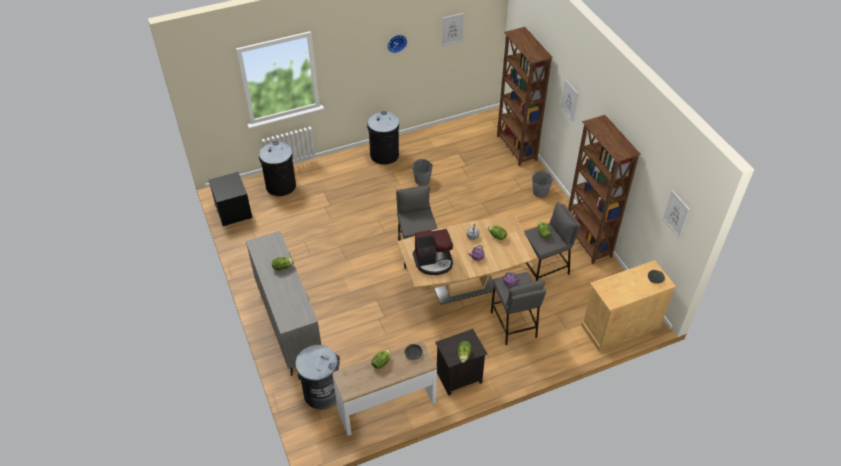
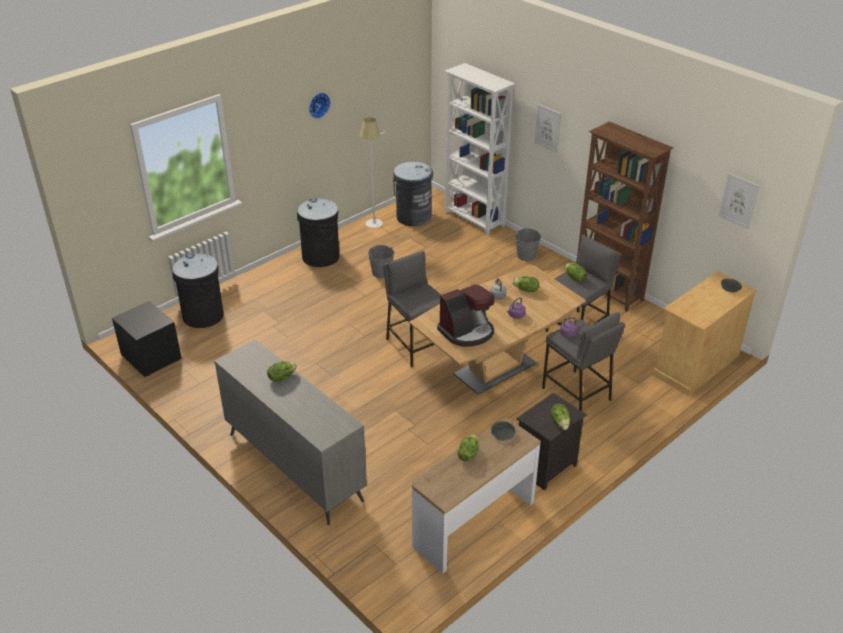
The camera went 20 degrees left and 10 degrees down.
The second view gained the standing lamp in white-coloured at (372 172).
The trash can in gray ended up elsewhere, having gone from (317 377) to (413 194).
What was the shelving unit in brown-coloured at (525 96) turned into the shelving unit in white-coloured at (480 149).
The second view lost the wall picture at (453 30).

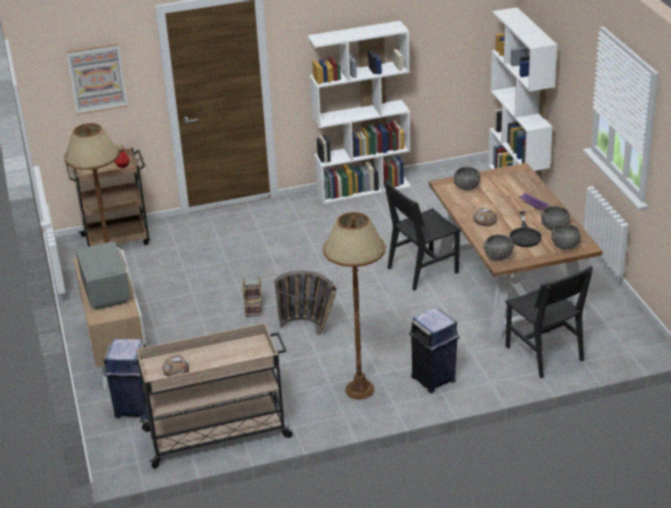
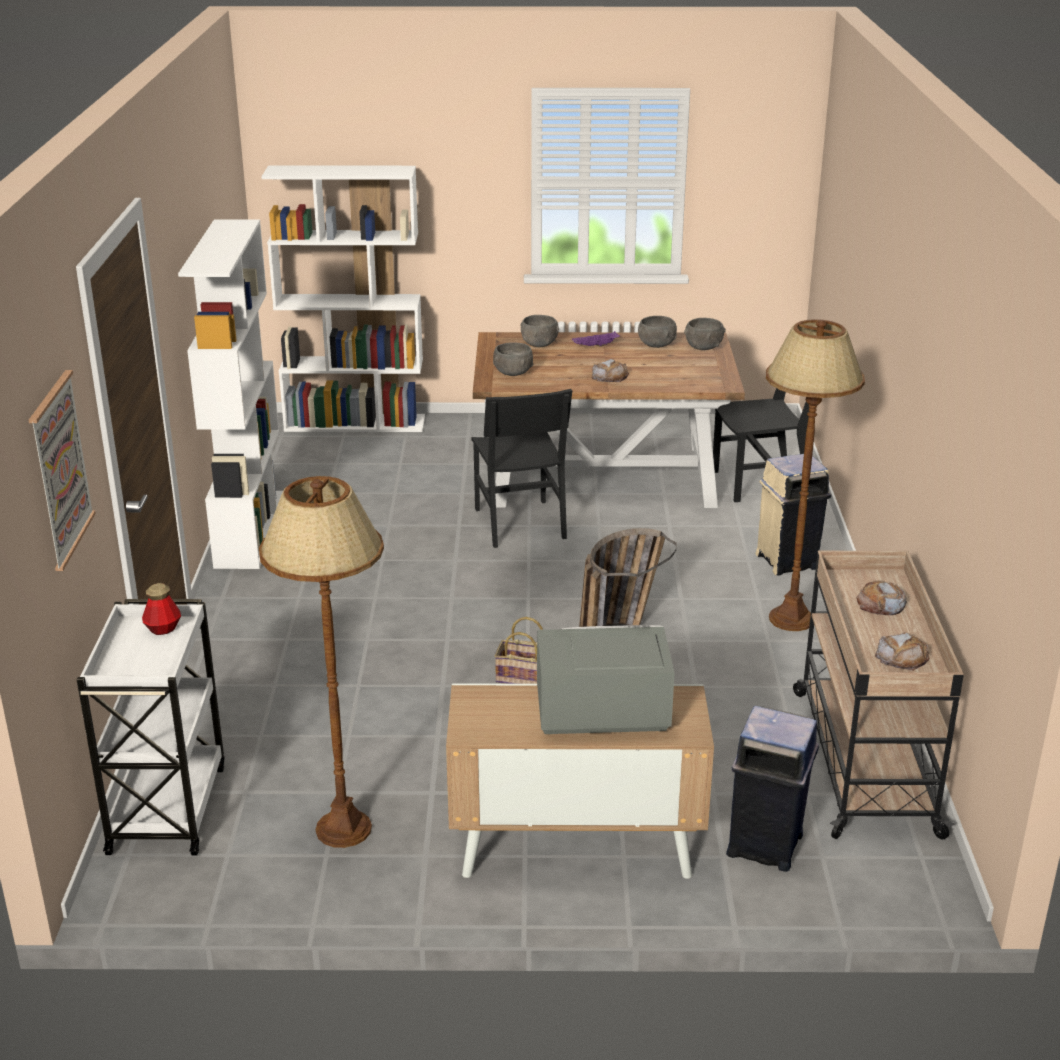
The camera went 75 degrees left and 5 degrees down.
What was the trolley in brown-coloured at (108 197) turned into the trolley in white-coloured at (151 727).
The serving bowl in gray ended up elsewhere, having gone from (499 247) to (540 331).
What was the trash can in bluish at (434 350) turned into the trash can in beige at (793 515).
The second view gained the baked bread at (881 598).
The second view lost the pan in black at (525 229).

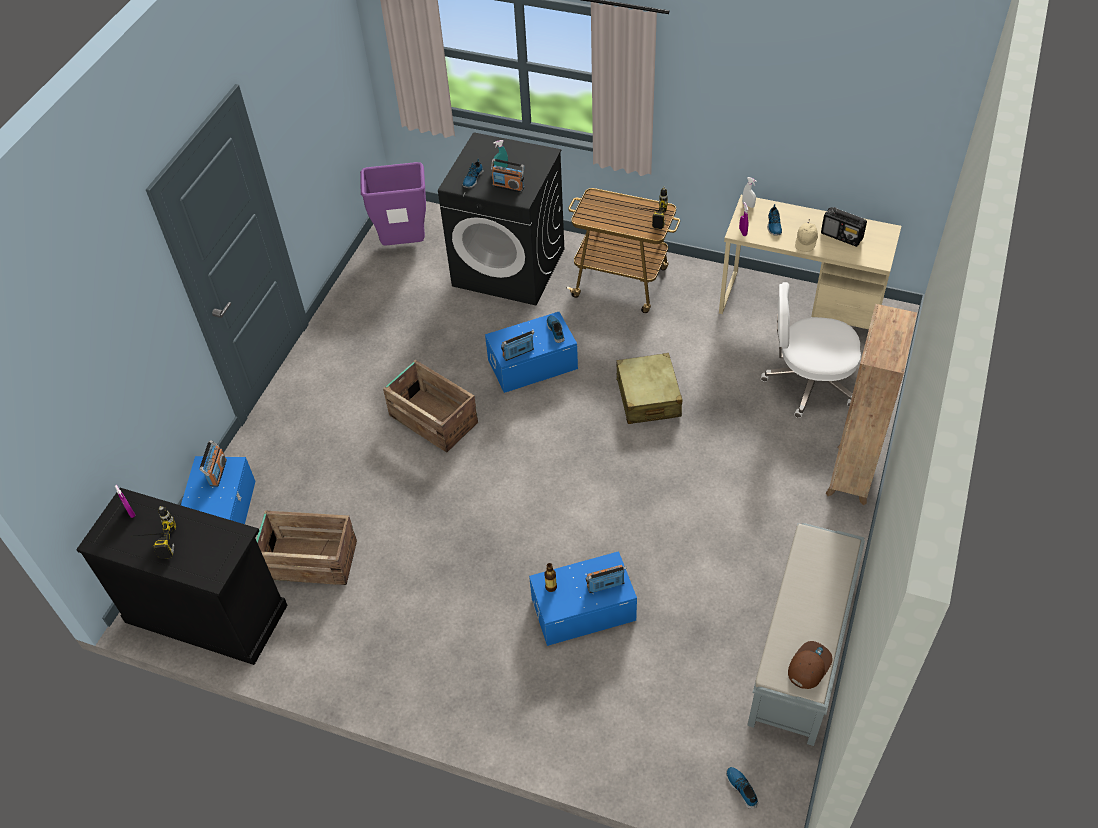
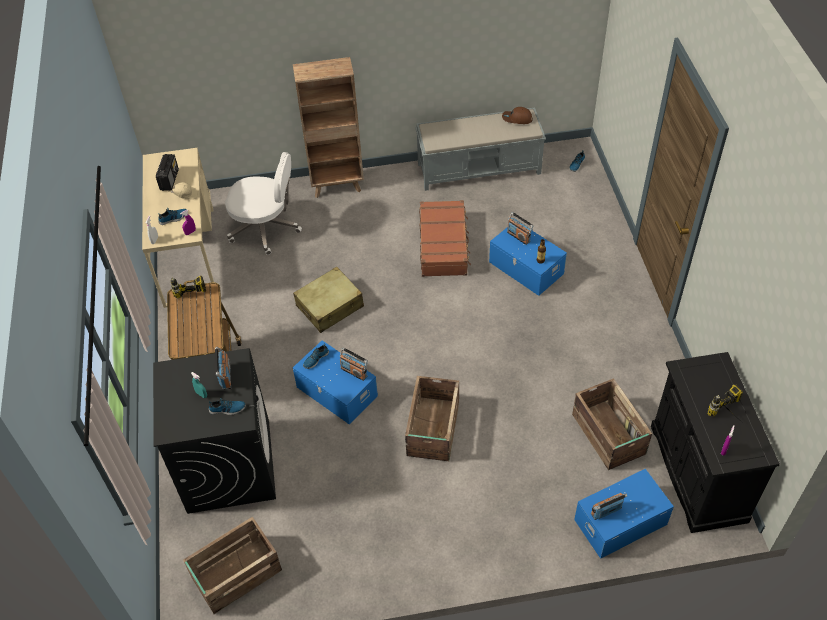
The camera went 120 degrees left and 0 degrees up.
Where the trash can in purple-coloured stood at (393 204), the shipping crate came to stand at (232 565).
The office chair in white-coloured at (811 350) ended up facing another way, 60 degrees counterclockwise from before.
The second view gained the travel case in brown-coloured at (445 238).

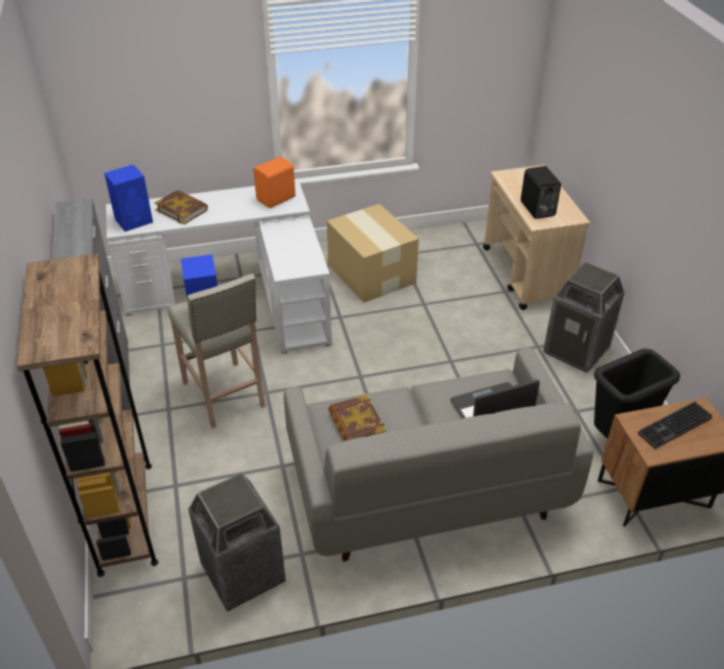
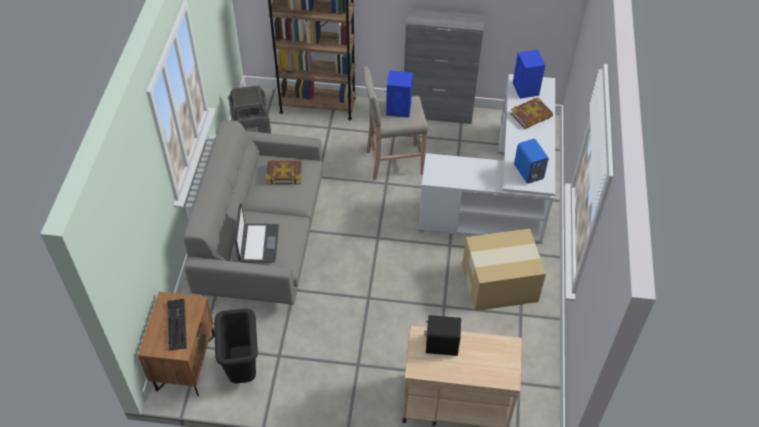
The camera went 110 degrees right and 10 degrees up.
What was the audio speaker in orangey at (274 182) turned into the audio speaker in bluish at (531 161).
The second view lost the trash can at (584 317).

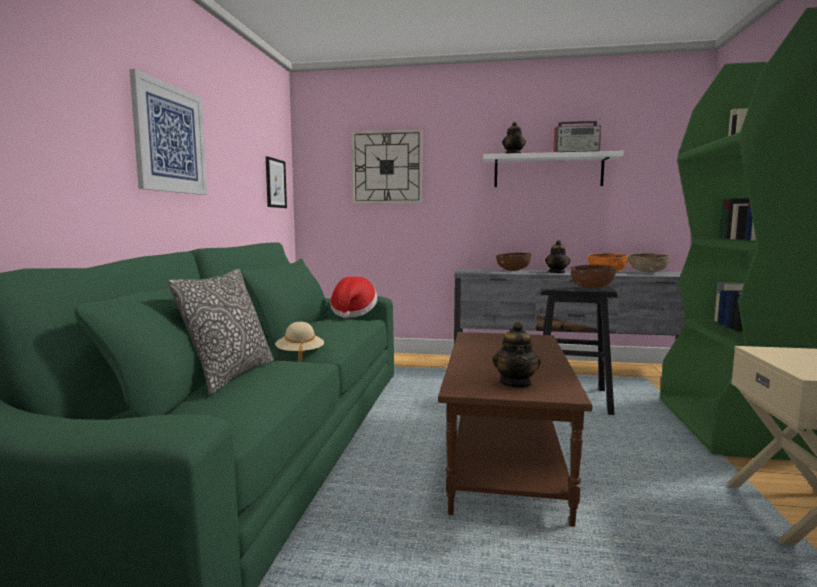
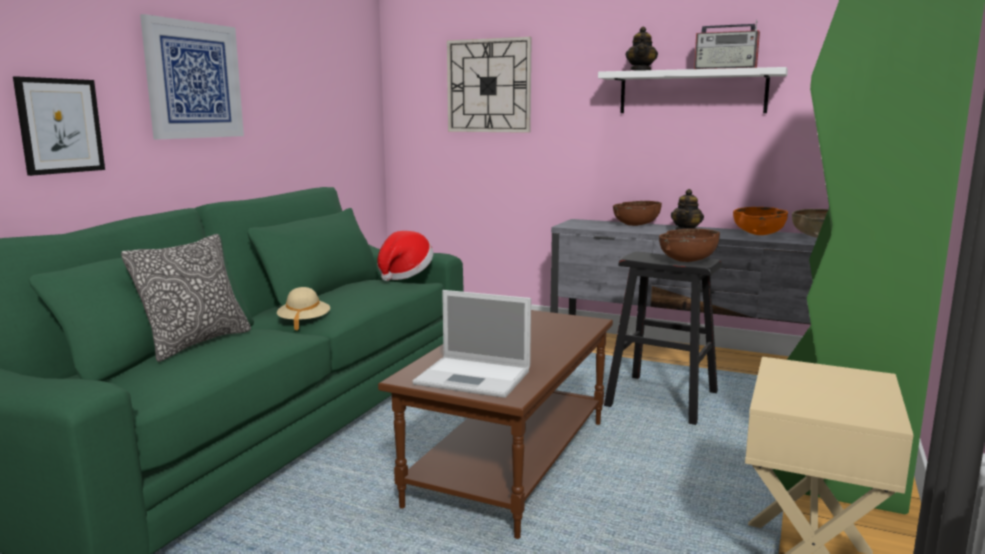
The camera went 15 degrees right and 5 degrees up.
The wall picture ended up elsewhere, having gone from (276 182) to (59 126).
Where the pot for tea stood at (516 355), the notebook computer came to stand at (472 344).

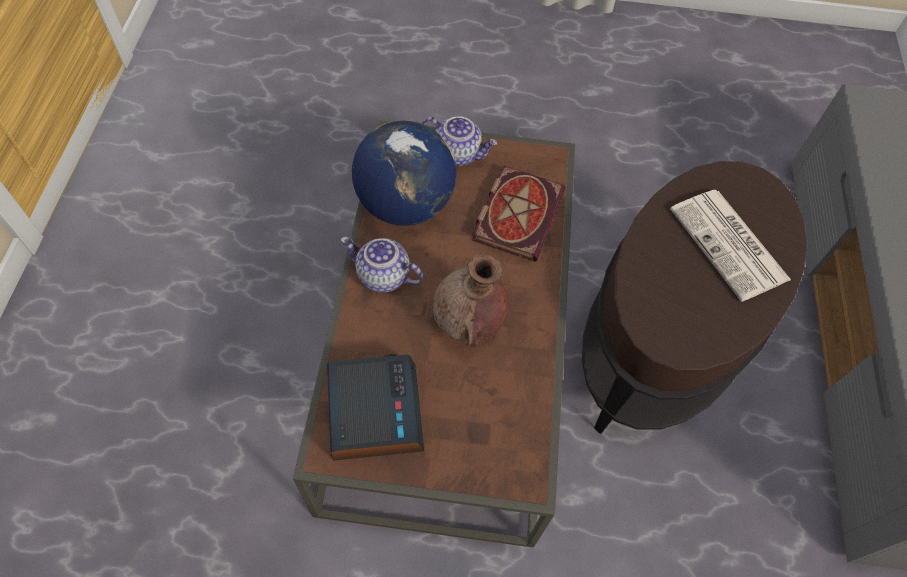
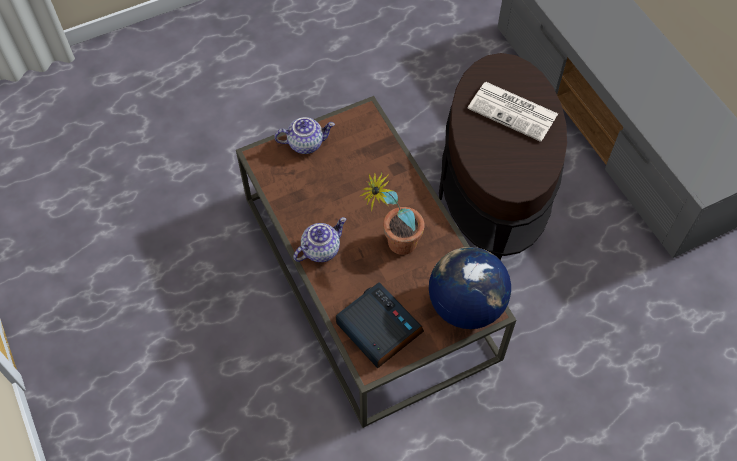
The camera went 30 degrees left and 0 degrees up.
The pot for tea at (382 265) ended up facing another way, 150 degrees clockwise from before.
Where the decorative vase in brown-coloured stood at (471 300), the potted plant came to stand at (392 213).
The world globe ended up elsewhere, having gone from (404 173) to (470 288).
The second view lost the book at (519 214).

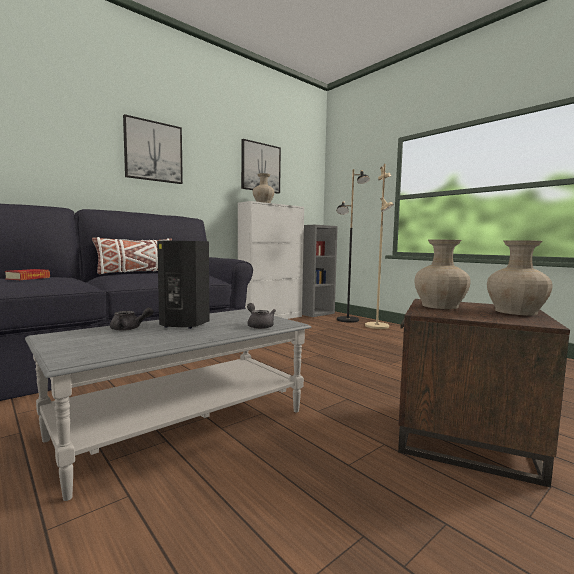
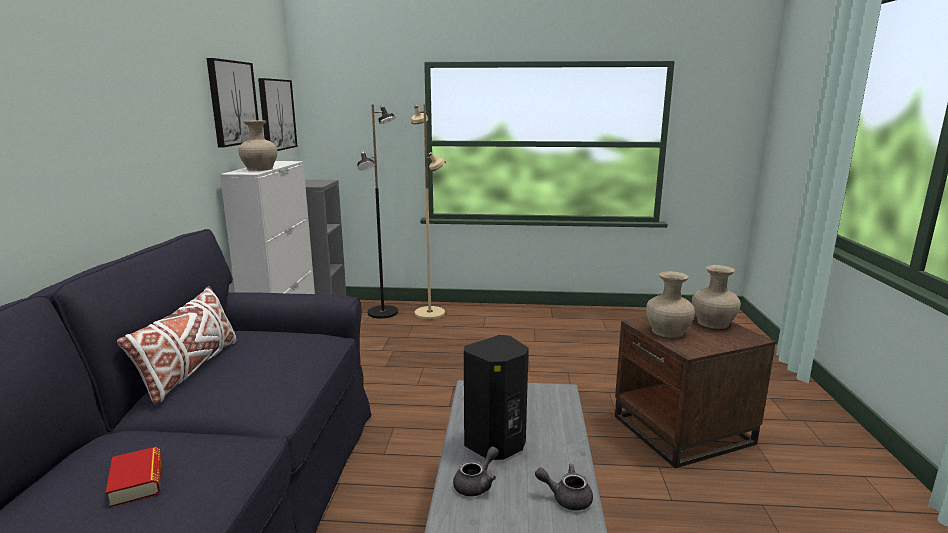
The camera went 45 degrees left and 10 degrees up.
The wall picture ended up elsewhere, having gone from (153 149) to (278 114).
The pot for tea in gray ended up elsewhere, having gone from (261 316) to (564 487).

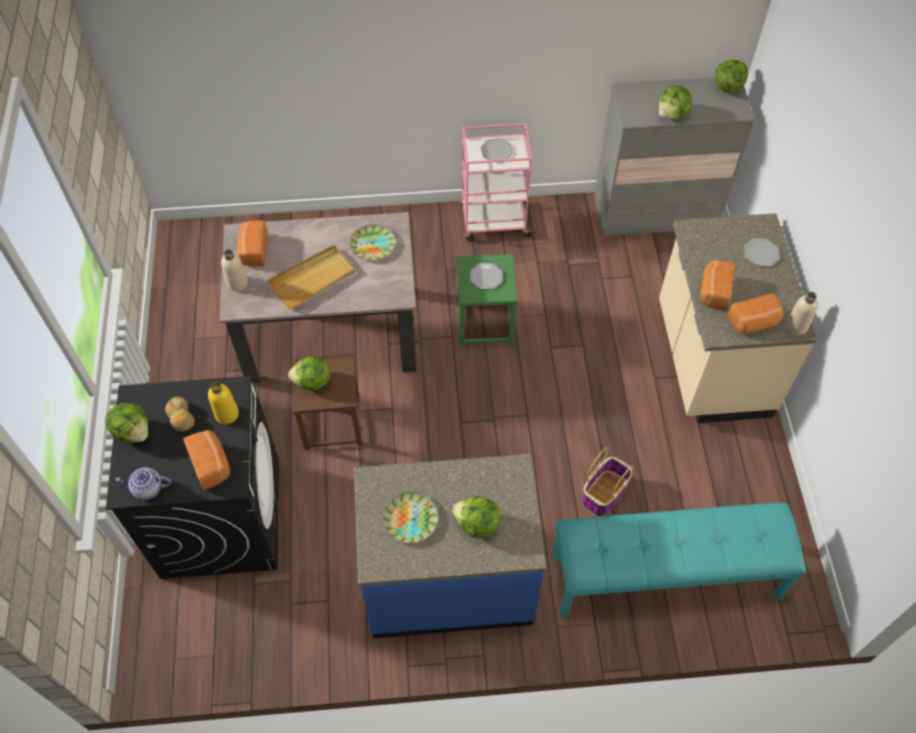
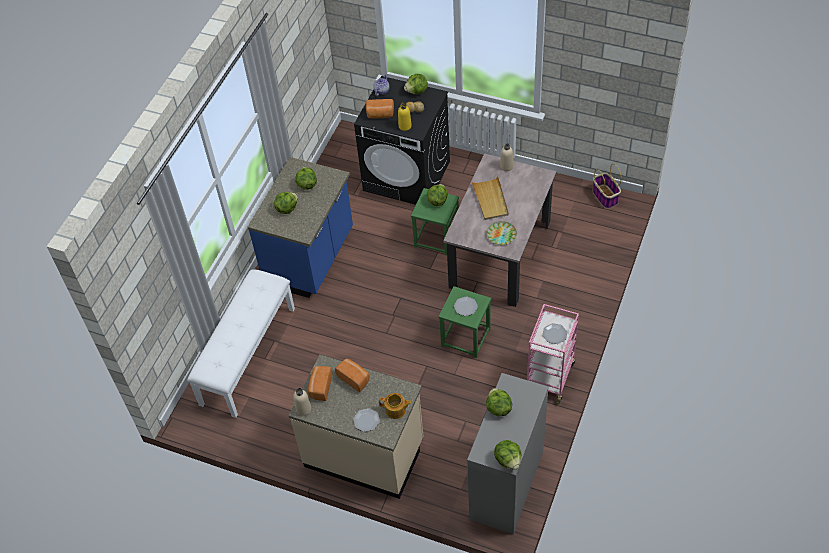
The camera went 120 degrees right and 5 degrees down.
What was the indoor bench in turquoise-coloured at (679 560) turned into the indoor bench in white-coloured at (241 343).
Where the dinner plate stood at (410 517), the head of lettuce came to stand at (306 178).
The second view gained the pot for tea at (395 406).
What was the stool seat in brown-coloured at (327 402) turned into the stool seat in greenish at (435 221).
The basket ended up elsewhere, having gone from (608 482) to (607 186).
The second view lost the baked bread at (252 243).

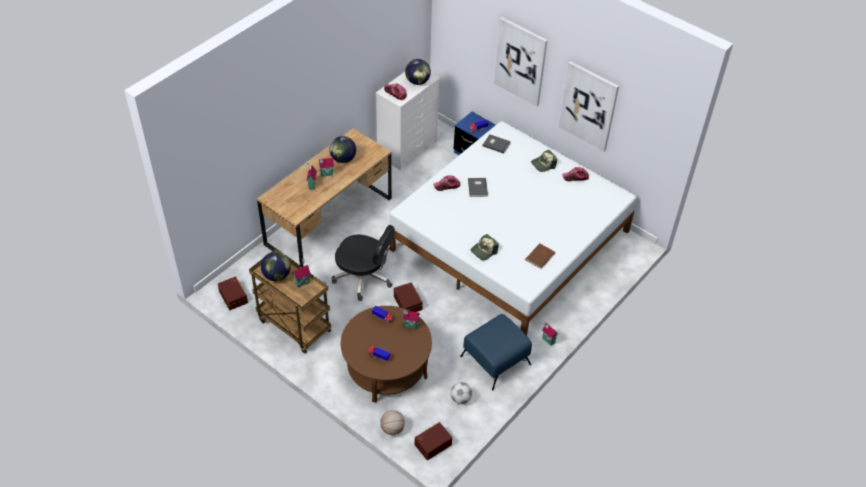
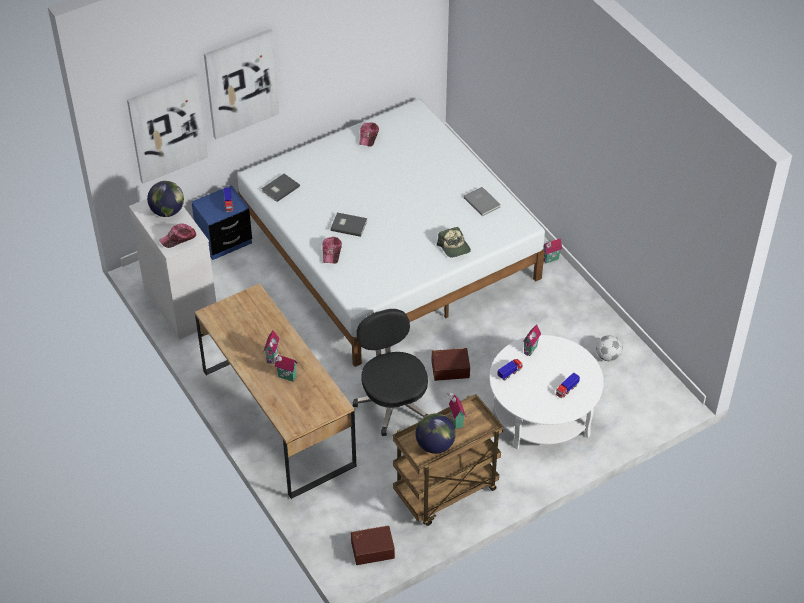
The camera went 70 degrees left and 0 degrees up.
The wall picture ended up elsewhere, having gone from (588 106) to (167 129).
The office chair in black at (363 263) ended up facing another way, 60 degrees counterclockwise from before.
What was the book in brown-coloured at (540 256) turned into the book in gray at (482 201).
What was the coffee table in brown-coloured at (386 354) turned into the coffee table in white-coloured at (546 392).
The second view lost the world globe at (343 149).
The second view lost the basketball ball at (392 422).
The second view lost the storage container in brown-coloured at (433 441).
The second view lost the ottoman in bluish at (496 352).
The second view lost the baseball cap at (544 161).

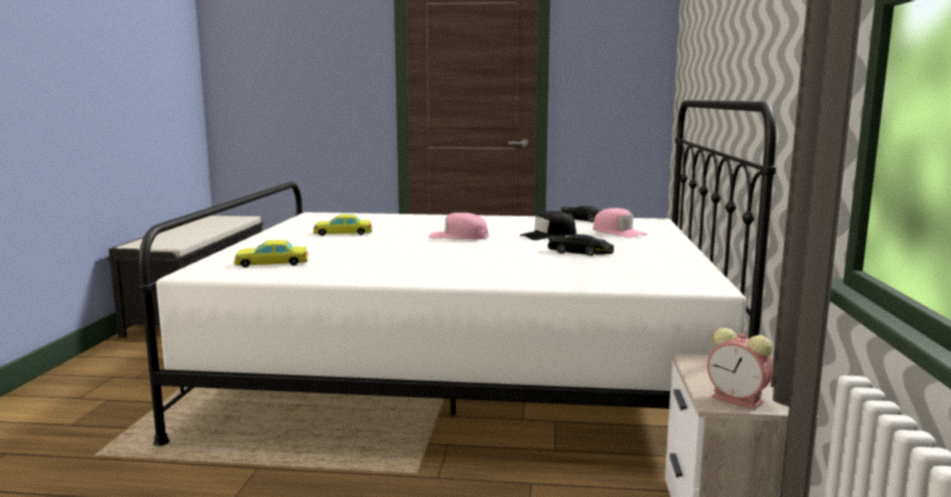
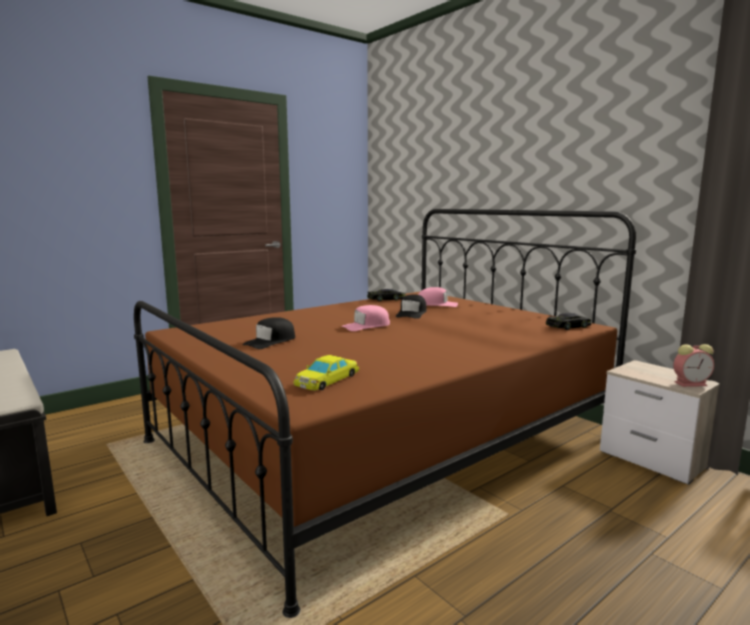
The camera went 45 degrees left and 0 degrees up.
What was the bed in white-coloured at (457 273) turned into the bed in brown-coloured at (385 413).
Where the toy car in yellow-coloured stood at (342 225), the baseball cap in black came to stand at (268 333).
The toy car in black ended up elsewhere, having gone from (580 245) to (569 321).

